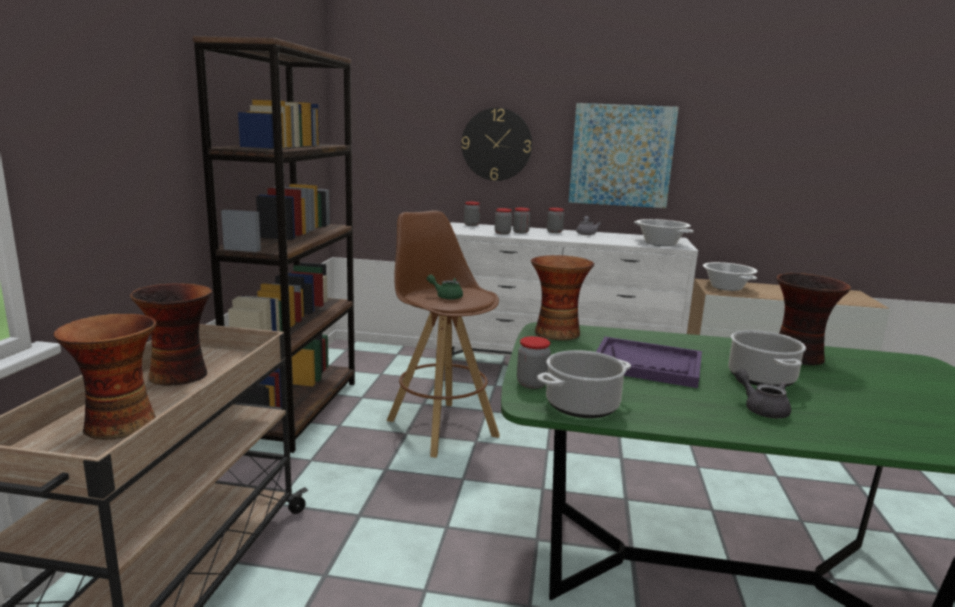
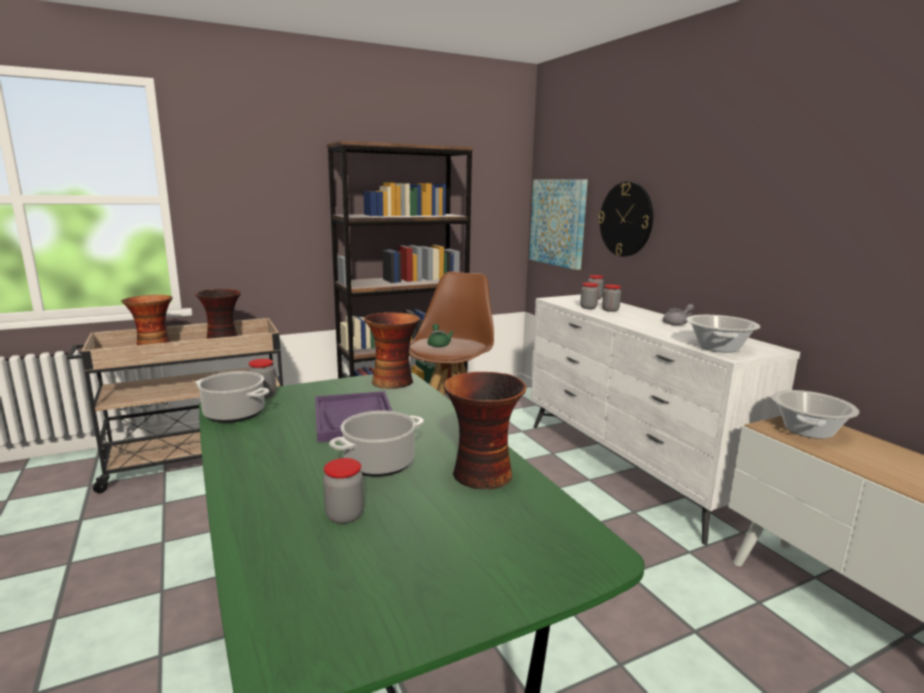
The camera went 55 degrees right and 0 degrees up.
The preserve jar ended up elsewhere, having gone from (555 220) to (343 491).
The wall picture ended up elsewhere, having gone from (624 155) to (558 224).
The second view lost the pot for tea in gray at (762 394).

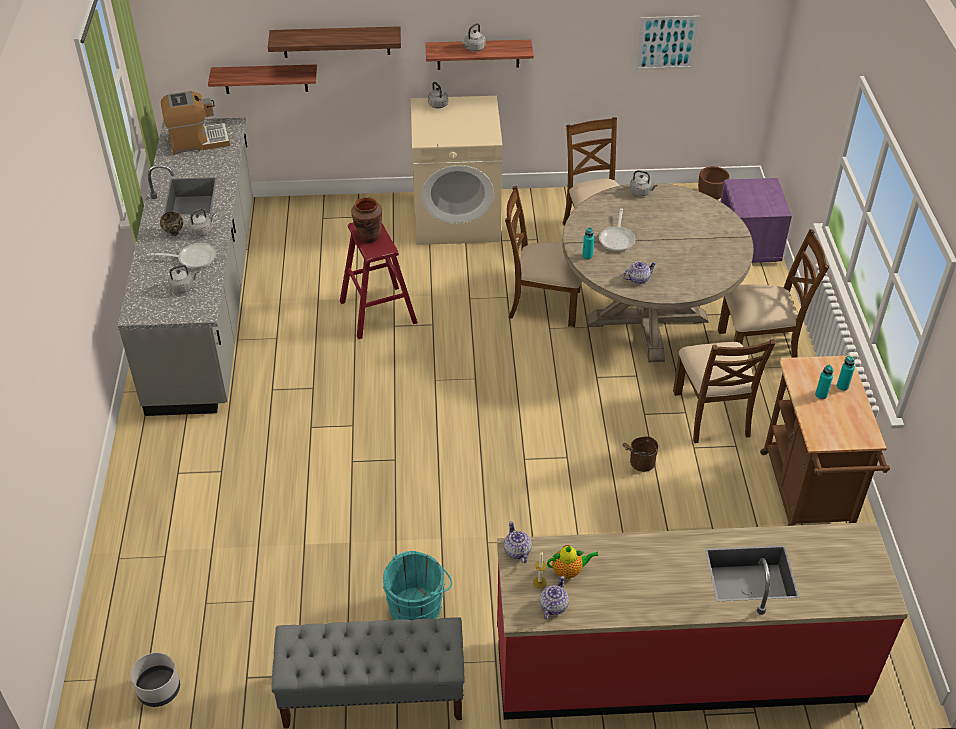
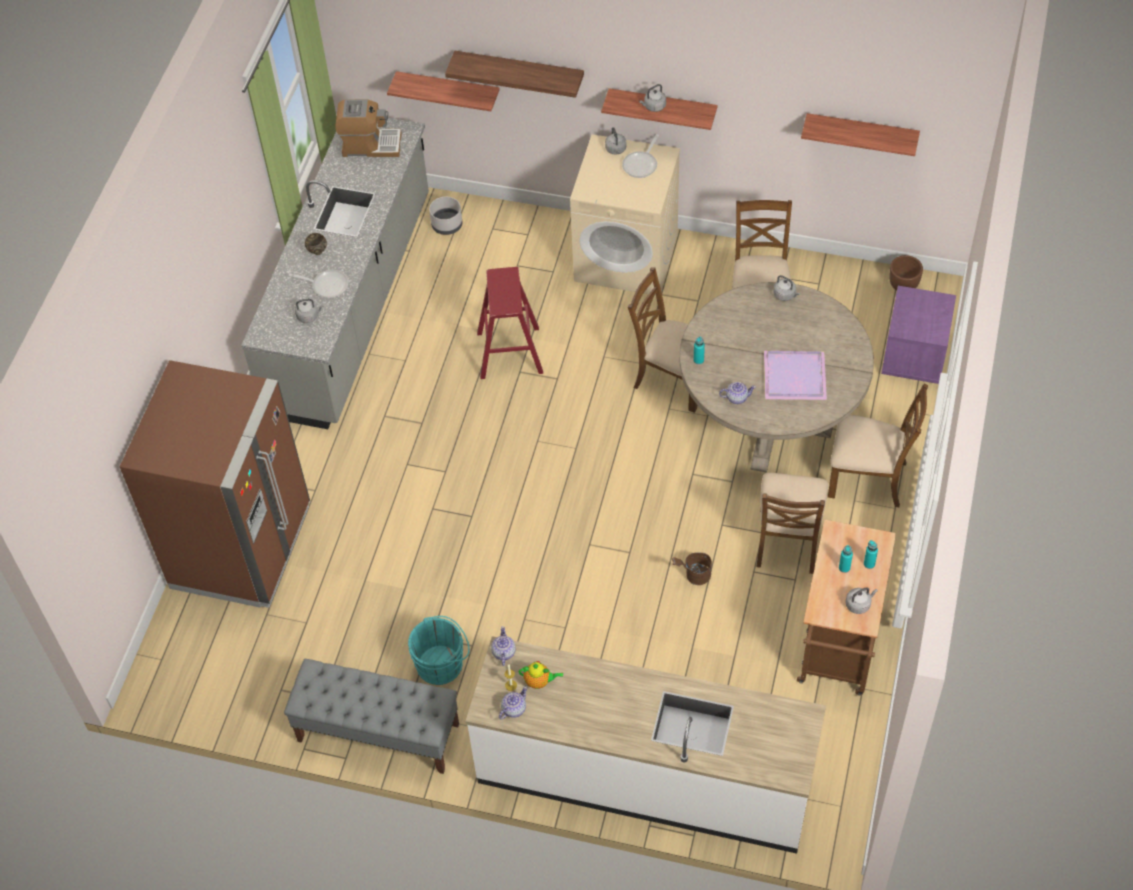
The camera went 20 degrees right and 10 degrees up.
The second view gained the kitchen fridge in brown-coloured at (215 484).
The planter in gray ended up elsewhere, having gone from (155 679) to (445 216).
What was the counter in red at (702 621) turned into the counter in white-coloured at (645 745).
The pan ended up elsewhere, having gone from (617 229) to (640 156).
The second view gained the tray in purple-coloured at (795 375).
Where the wall picture hung at (668 43), the shelf came to hang at (860 134).
The tea kettle in gray ended up elsewhere, having gone from (200 222) to (861 600).
The second view lost the decorative vase in brown-coloured at (366 220).

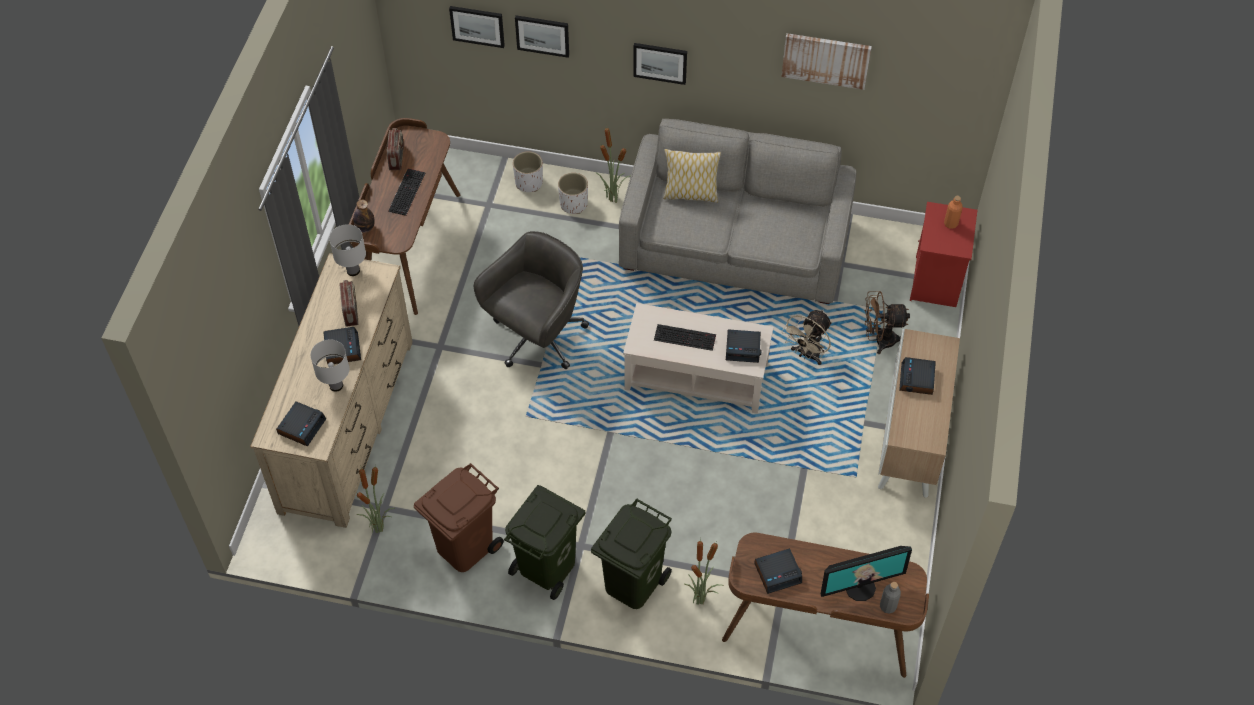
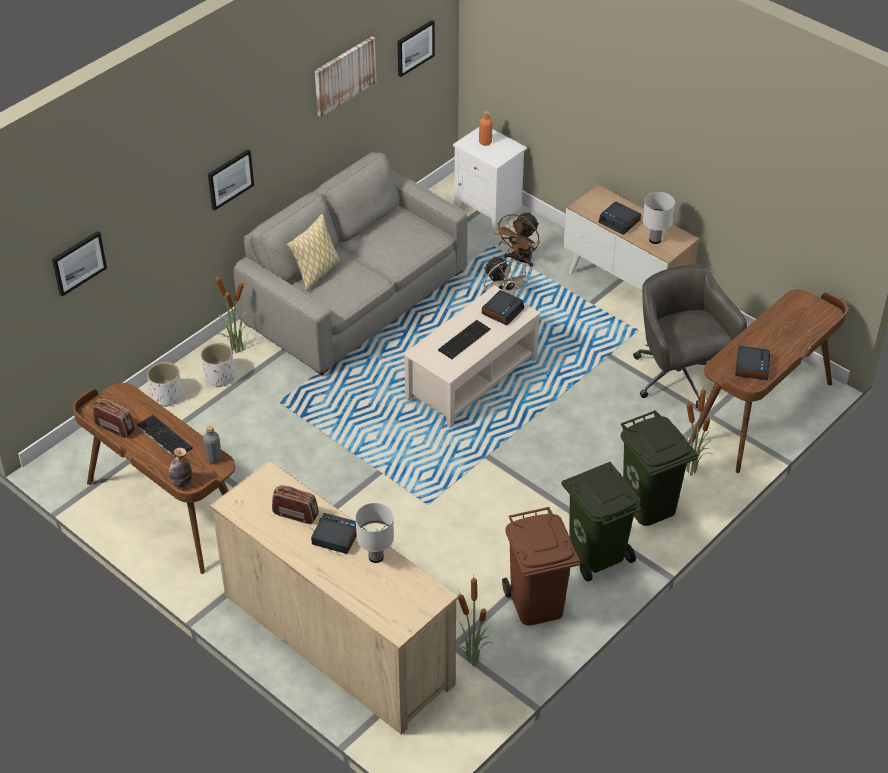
The camera went 60 degrees left and 10 degrees down.
The beverage bottle in gray ended up elsewhere, having gone from (890 598) to (212 444).
The wall picture ended up elsewhere, having gone from (542 36) to (416 48).
What was the night table in red at (943 254) turned into the night table in white-coloured at (490 177).
The office chair in gray ended up elsewhere, having gone from (531 300) to (690 336).
The lamp for a table in white-coloured ended up elsewhere, having gone from (347 250) to (658 218).
The second view lost the bedside clock at (301 424).
The second view lost the monitor at (866 573).

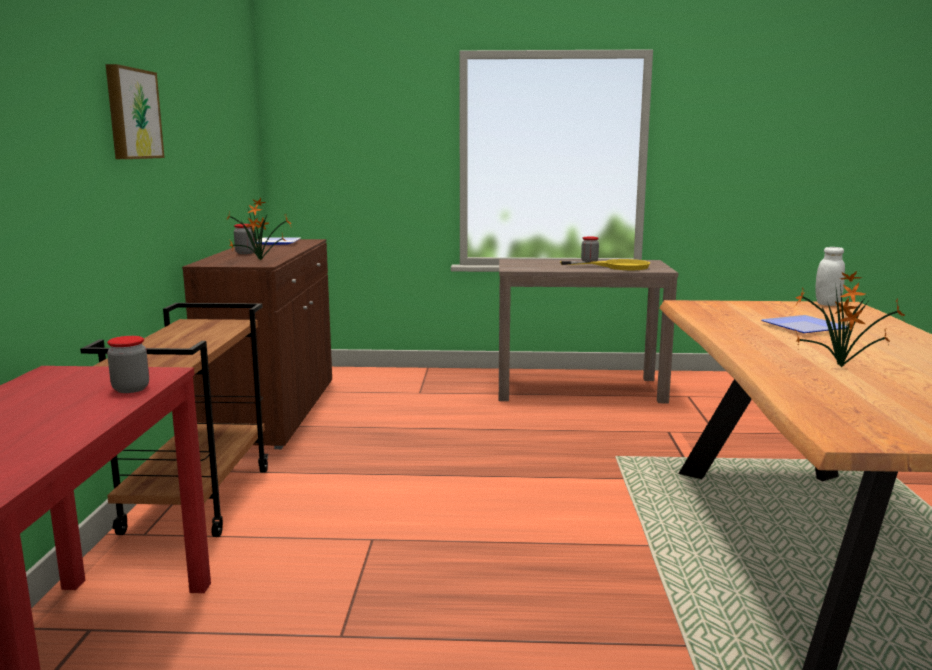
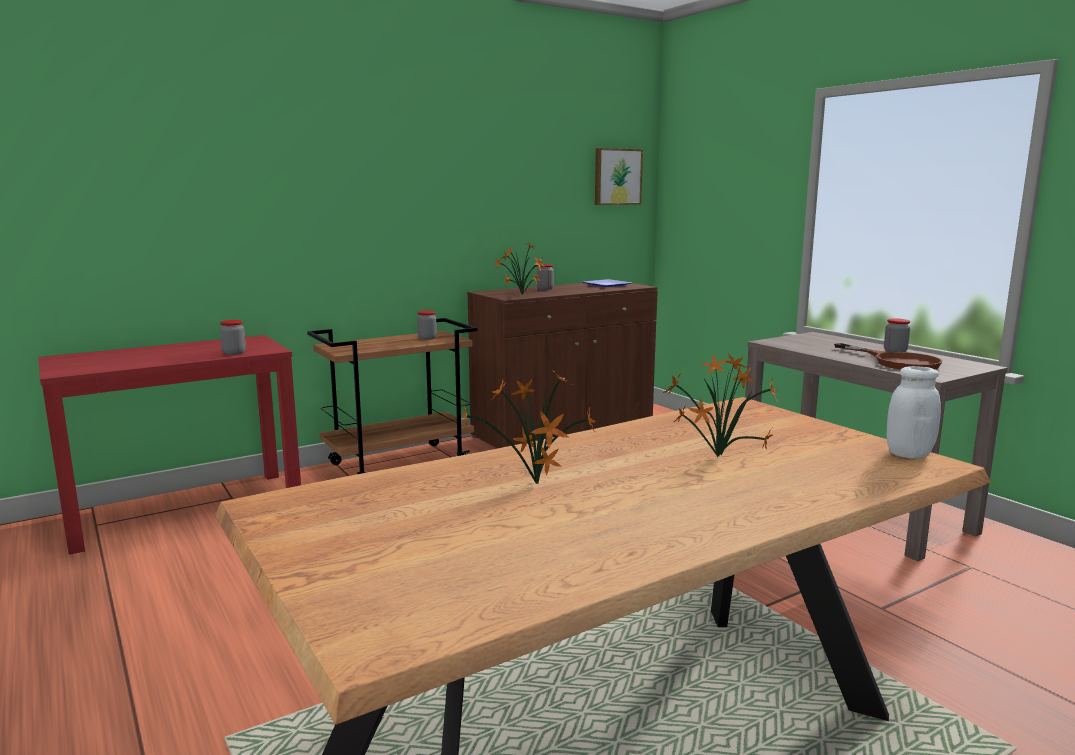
The camera went 55 degrees right and 0 degrees up.
The second view gained the preserve jar at (427 325).
The wall picture ended up elsewhere, having gone from (135 111) to (619 176).
Where the dinner plate stood at (805 324), the potted plant came to stand at (720 405).
What was the pan in yellow-coloured at (605 264) turned into the pan in brown-coloured at (888 356).

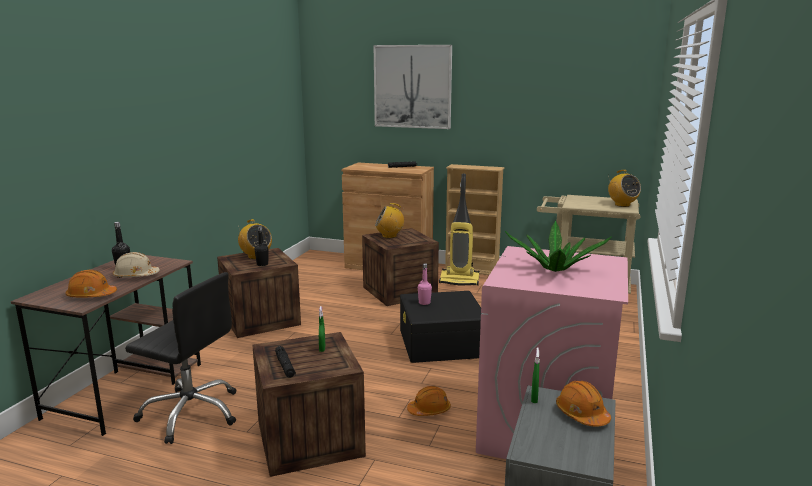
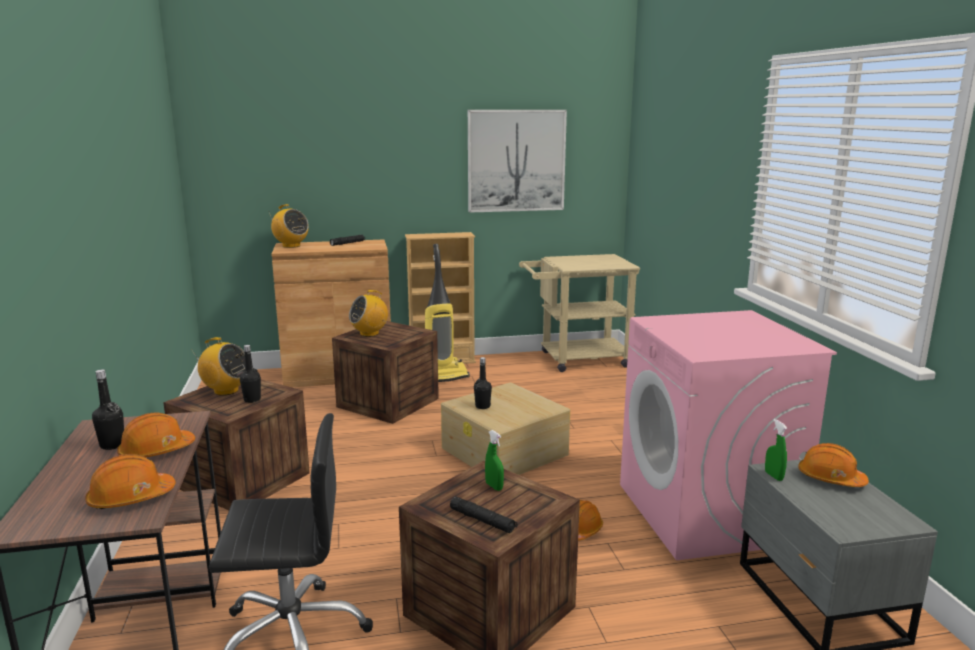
The camera went 30 degrees left and 0 degrees up.
What was the work helmet in beige at (136 265) turned into the work helmet in orangey at (156 435).
The radio receiver ended up elsewhere, having gone from (624 188) to (289 226).
What was the storage container in black at (440 327) turned into the storage container in beige at (506 428).
The wall picture ended up elsewhere, having gone from (413 87) to (517 161).
What was the beverage bottle in pink-coloured at (425 284) turned into the beverage bottle in black at (483 383).
The second view lost the potted plant at (558 246).

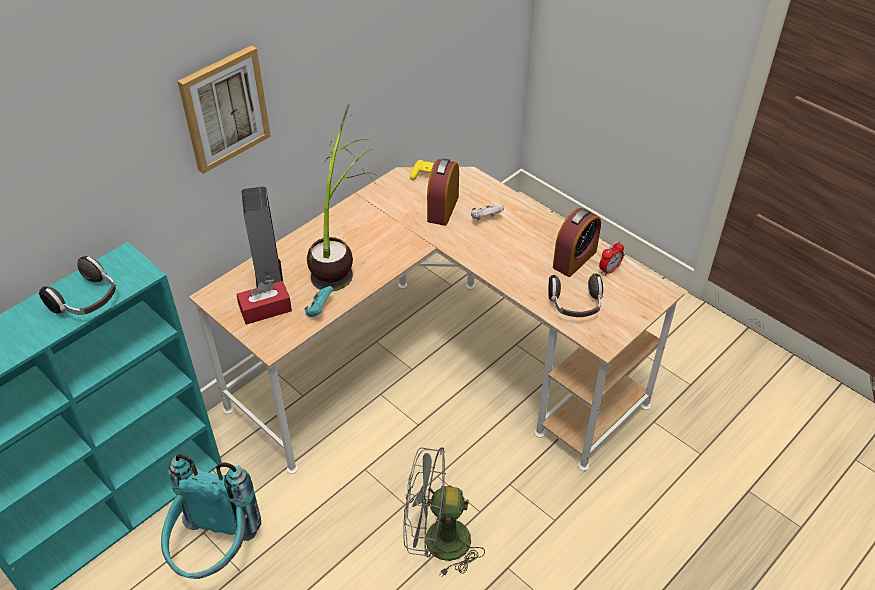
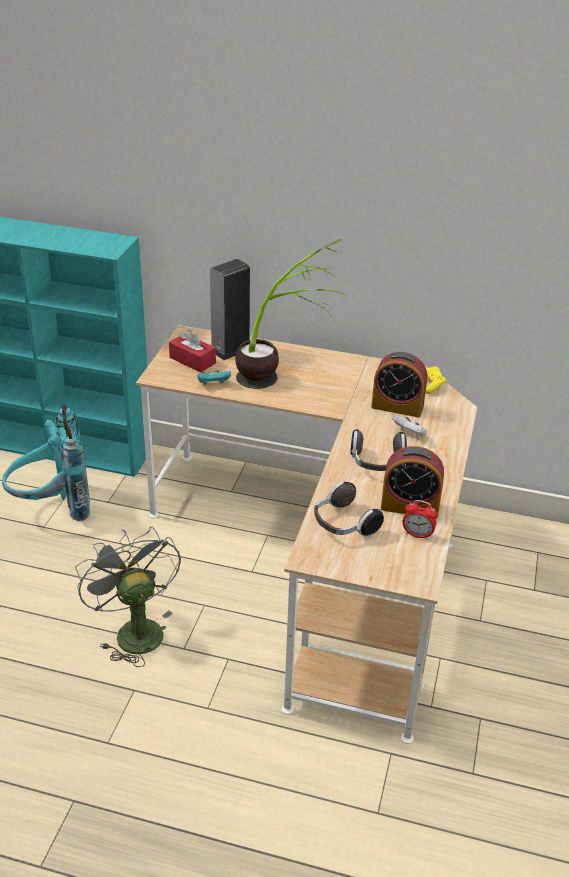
The camera went 60 degrees right and 10 degrees down.
The headphones ended up elsewhere, having gone from (77 285) to (378 450).
The bedside clock at (443 192) ended up facing another way, 150 degrees counterclockwise from before.
The second view lost the wall picture at (224 109).

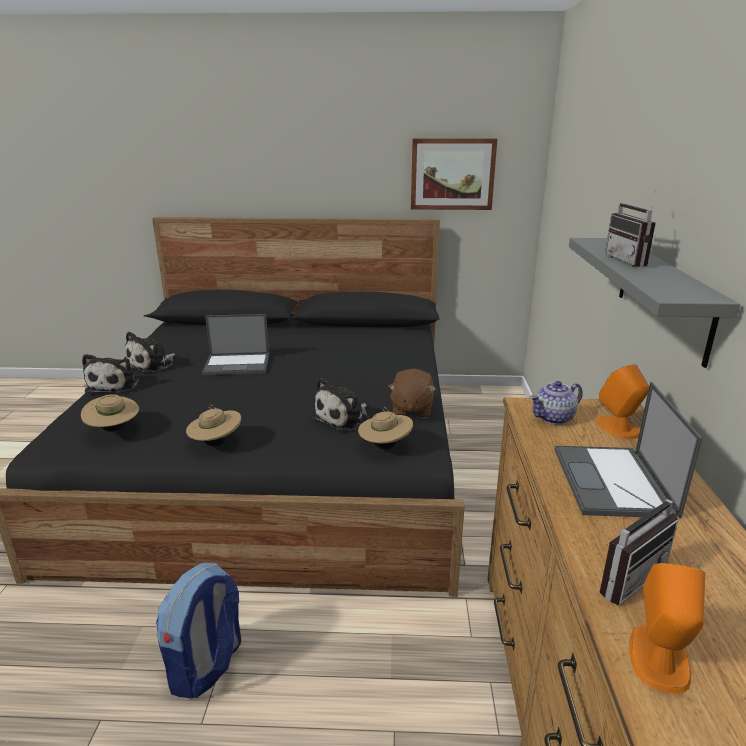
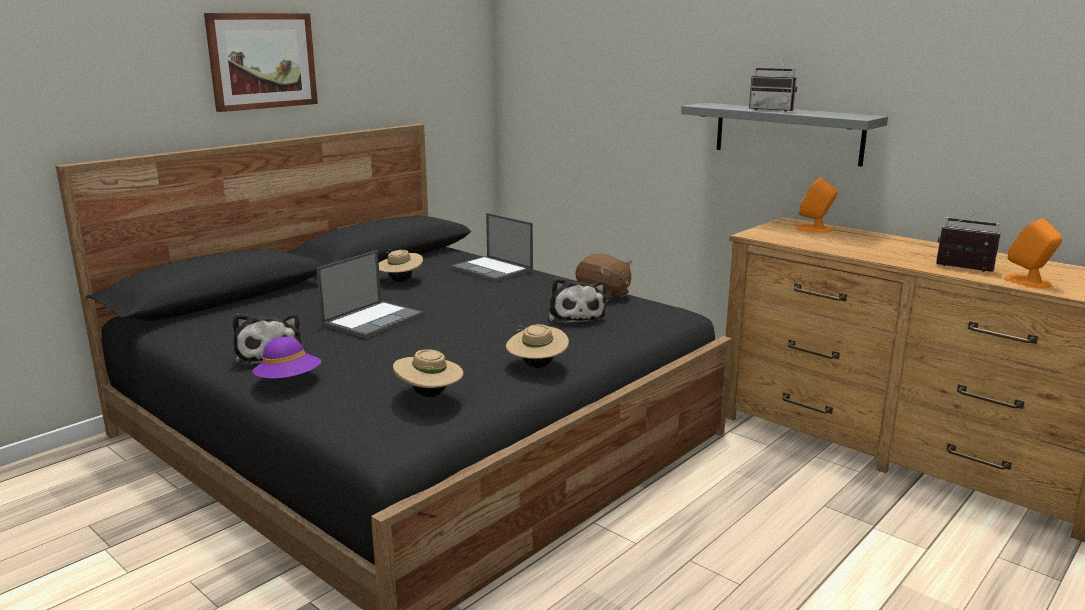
The camera went 50 degrees left and 5 degrees down.
The wall picture ended up elsewhere, having gone from (454 174) to (261 62).
Where the cuddly toy stood at (110 373), the wearable hat in purple-coloured came to stand at (286 358).
The wearable hat in beige ended up elsewhere, having gone from (385 428) to (401 265).
The notebook computer ended up elsewhere, having gone from (628 450) to (492 247).
The radio receiver at (638 544) ended up facing another way, 60 degrees counterclockwise from before.
The second view lost the knapsack at (198 630).
The second view lost the pot for tea at (556 403).

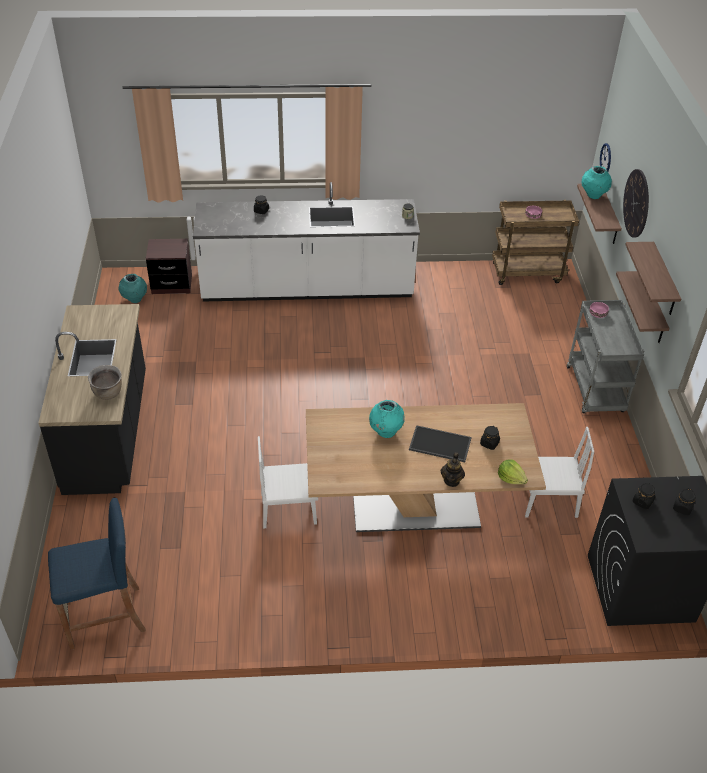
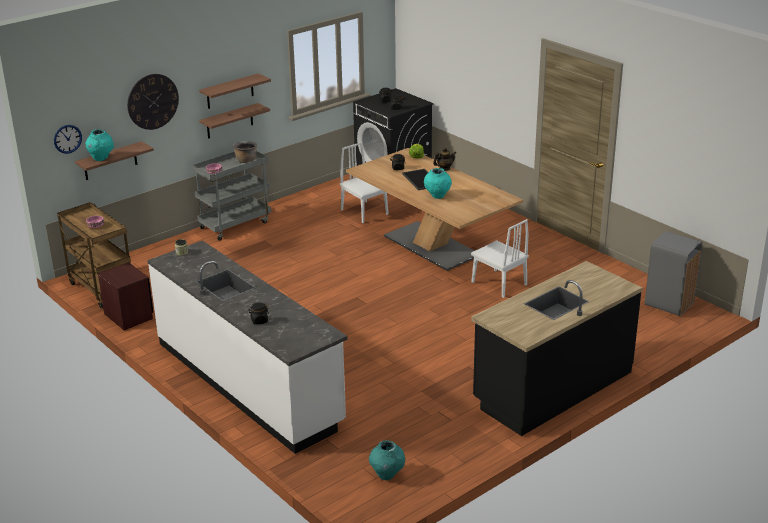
The camera went 125 degrees left and 15 degrees down.
The night table in brown-coloured ended up elsewhere, having gone from (169 266) to (125 296).
The stockpot in brown-coloured ended up elsewhere, having gone from (105 382) to (245 152).
Where the stool seat in bluish stood at (97 574), the trash can in gray came to stand at (674 273).

